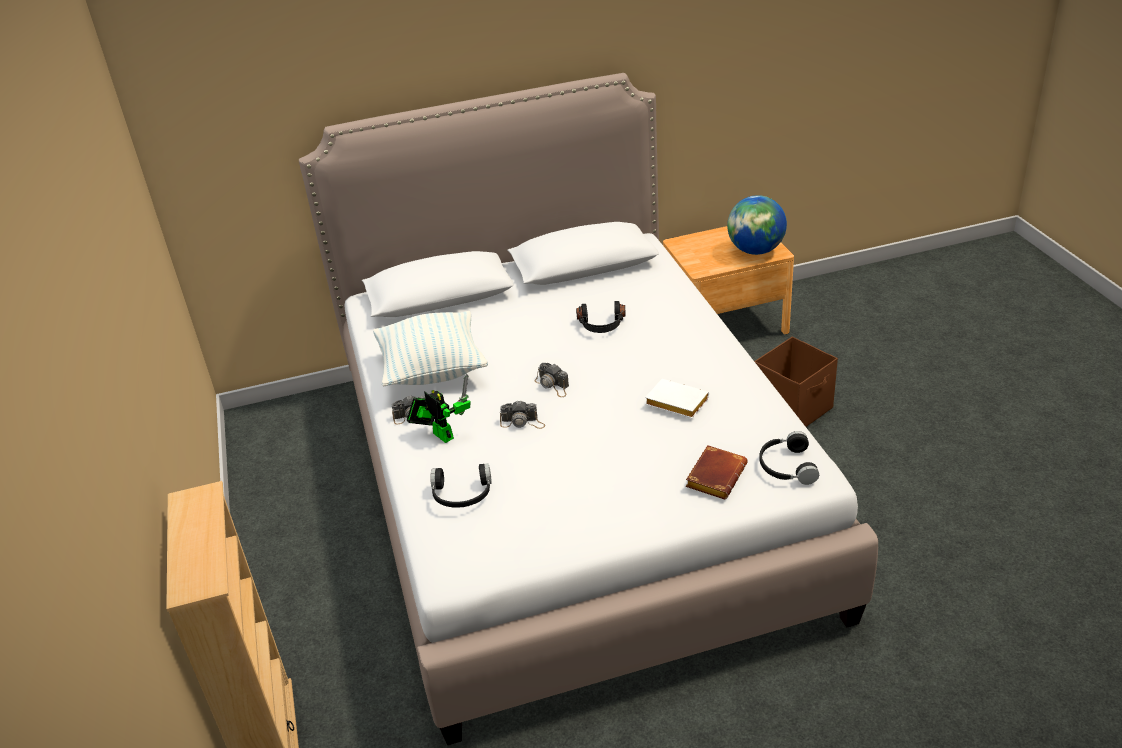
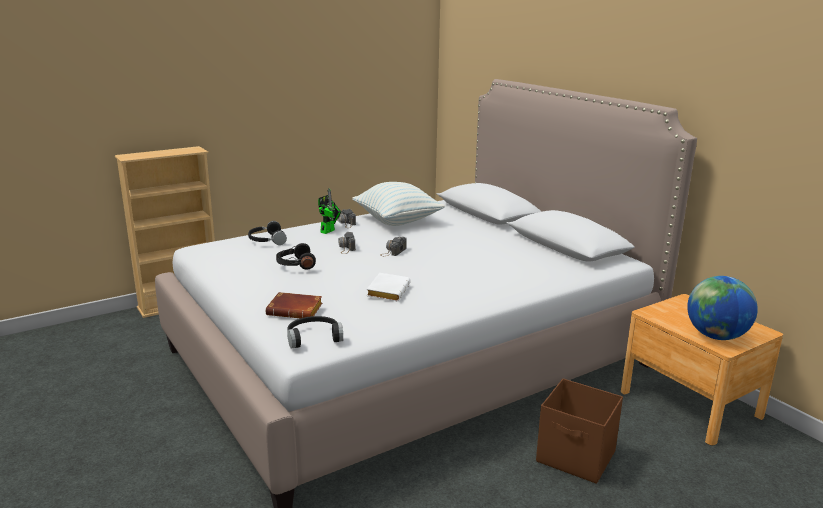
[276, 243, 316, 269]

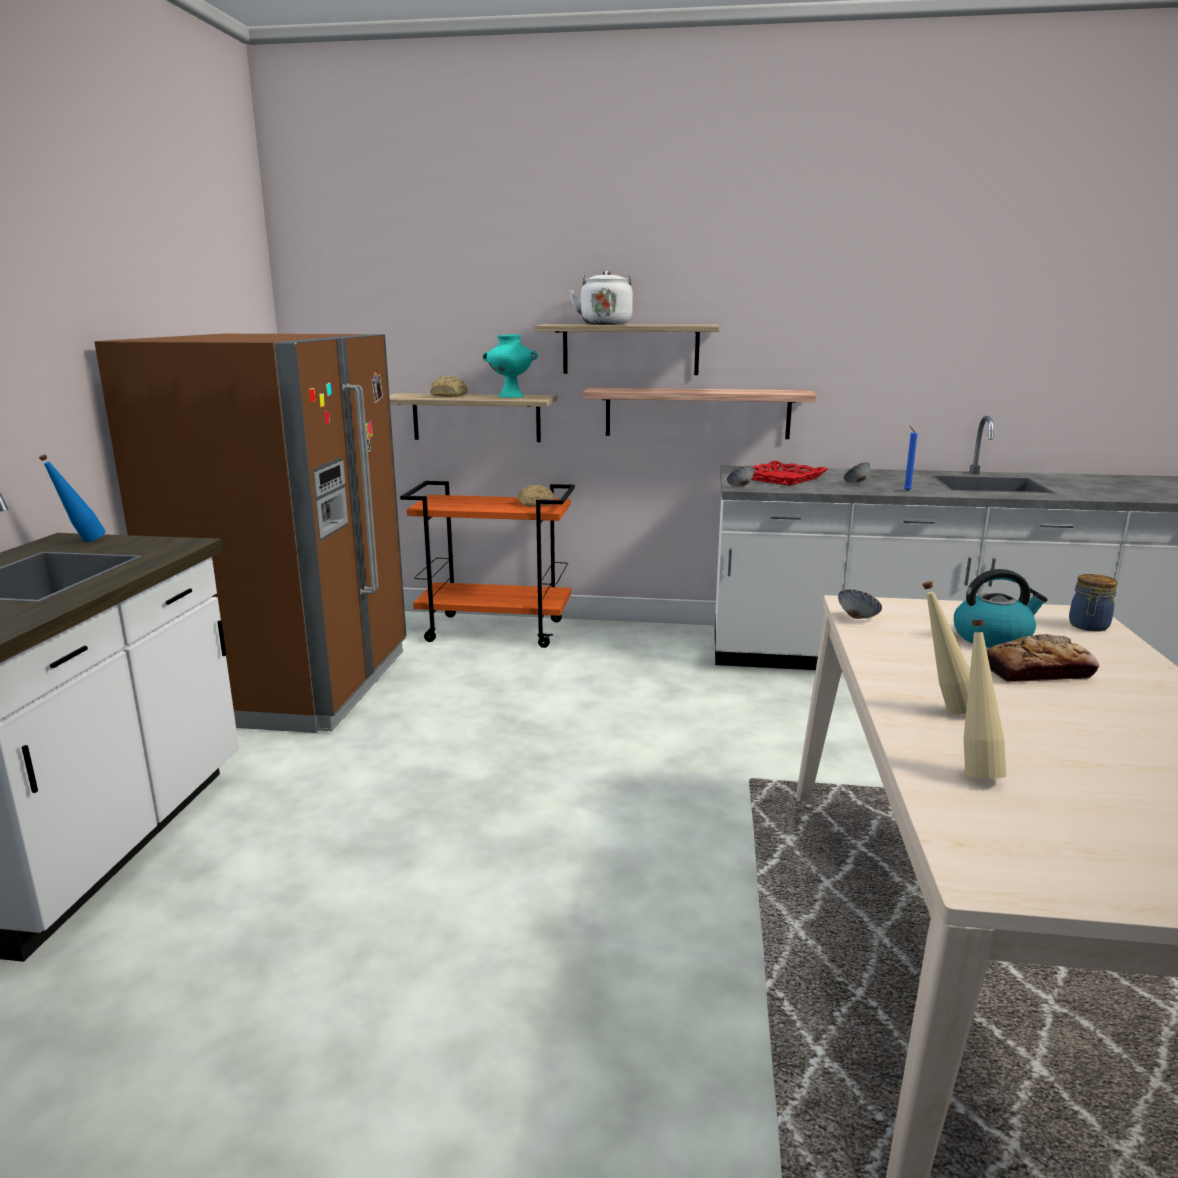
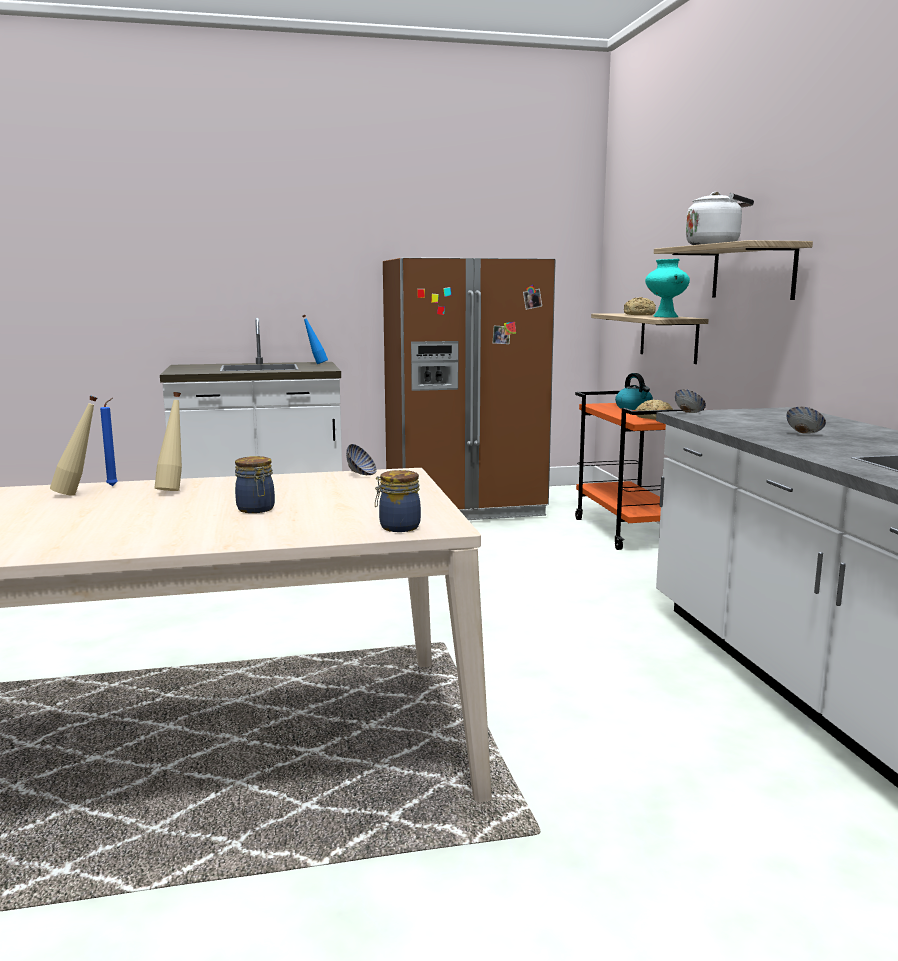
[583, 388, 817, 439] (first image)
[100, 398, 118, 486]
[751, 461, 828, 486] (first image)
[615, 373, 653, 410]
[235, 456, 275, 513]

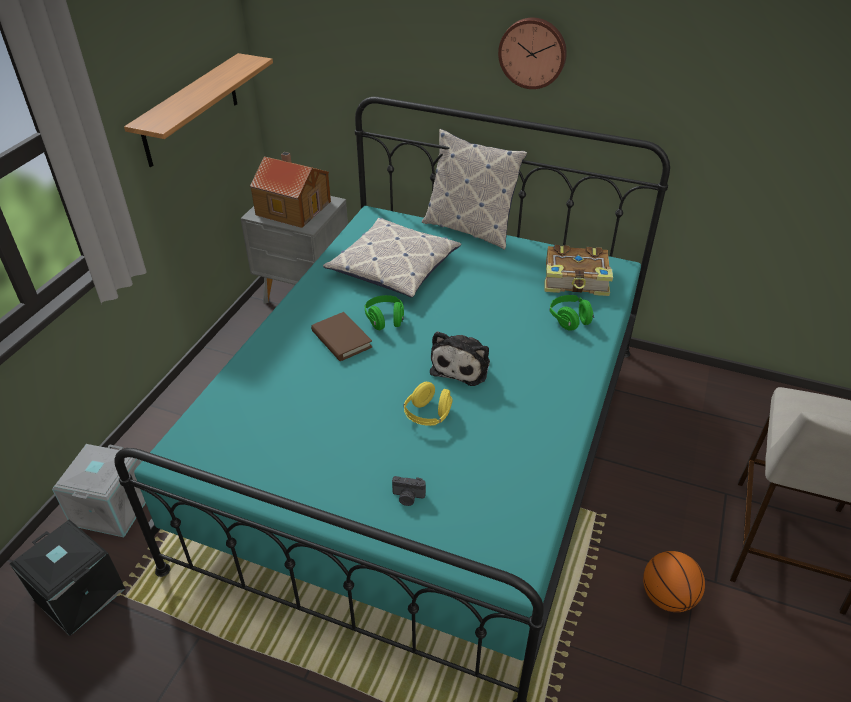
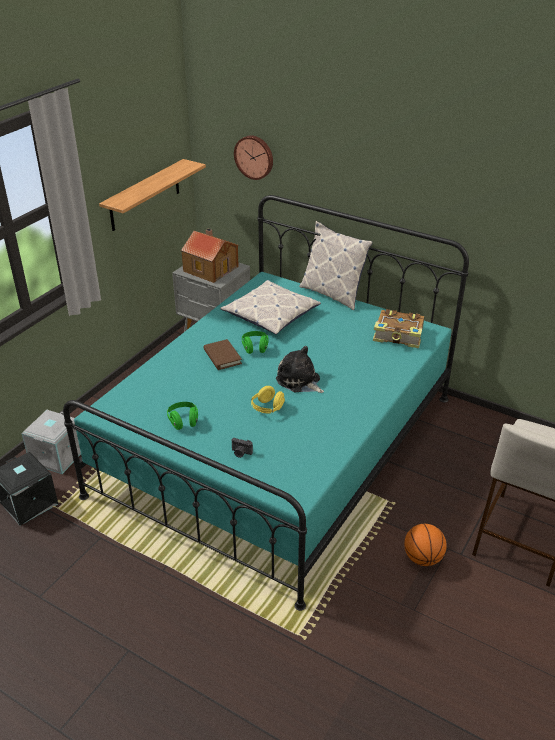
[234, 135, 273, 180]
[167, 402, 198, 430]
[276, 346, 324, 393]

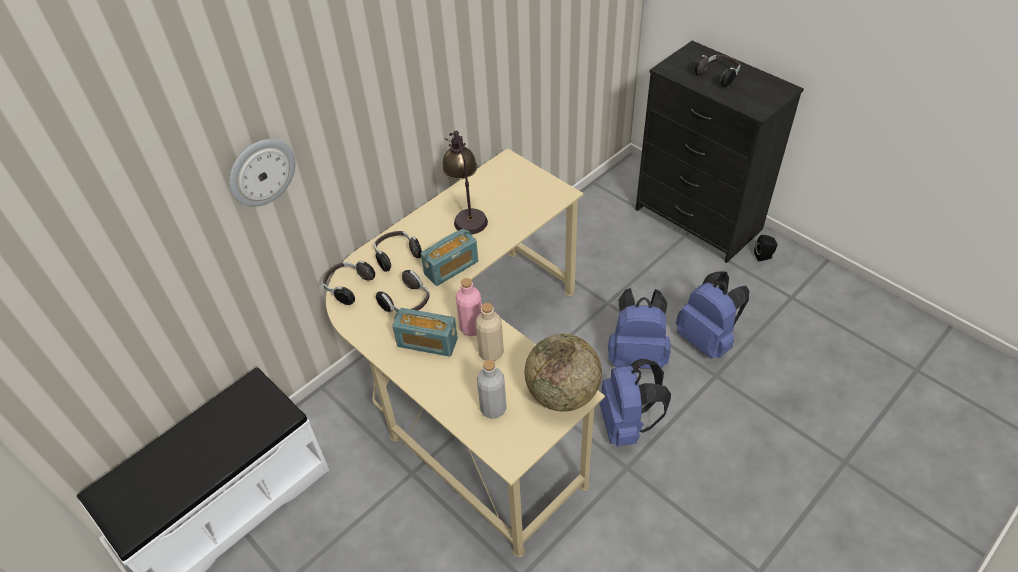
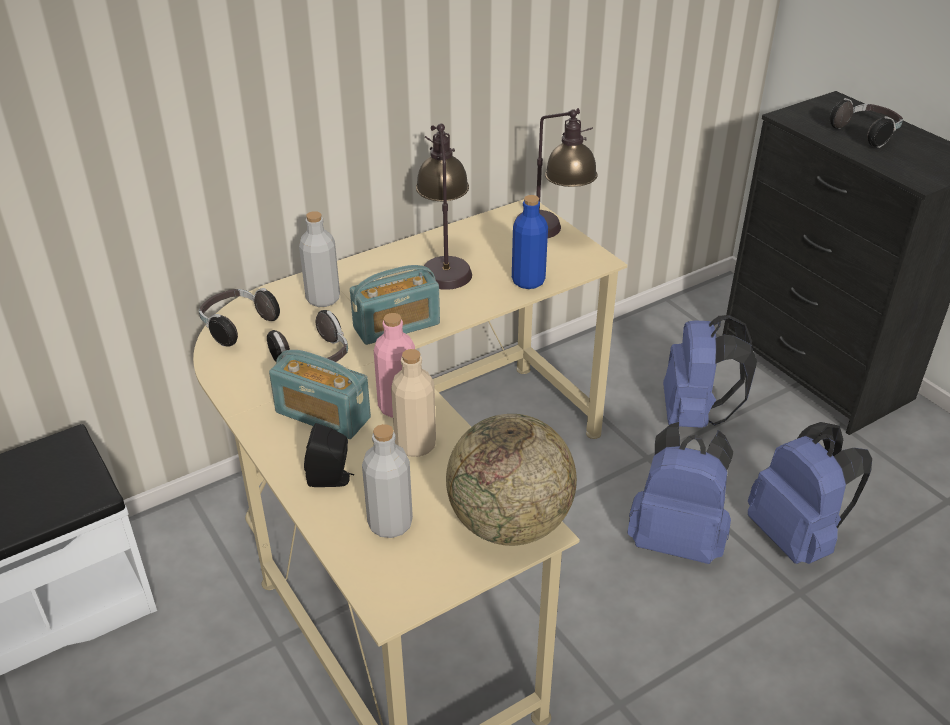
[229, 139, 296, 207] (first image)
[299, 211, 340, 307]
[304, 423, 354, 487]
[663, 315, 757, 428]
[513, 108, 598, 238]
[512, 195, 548, 289]

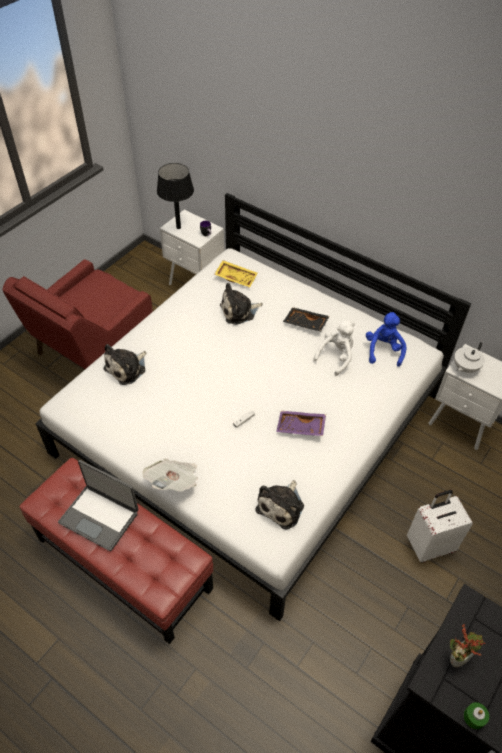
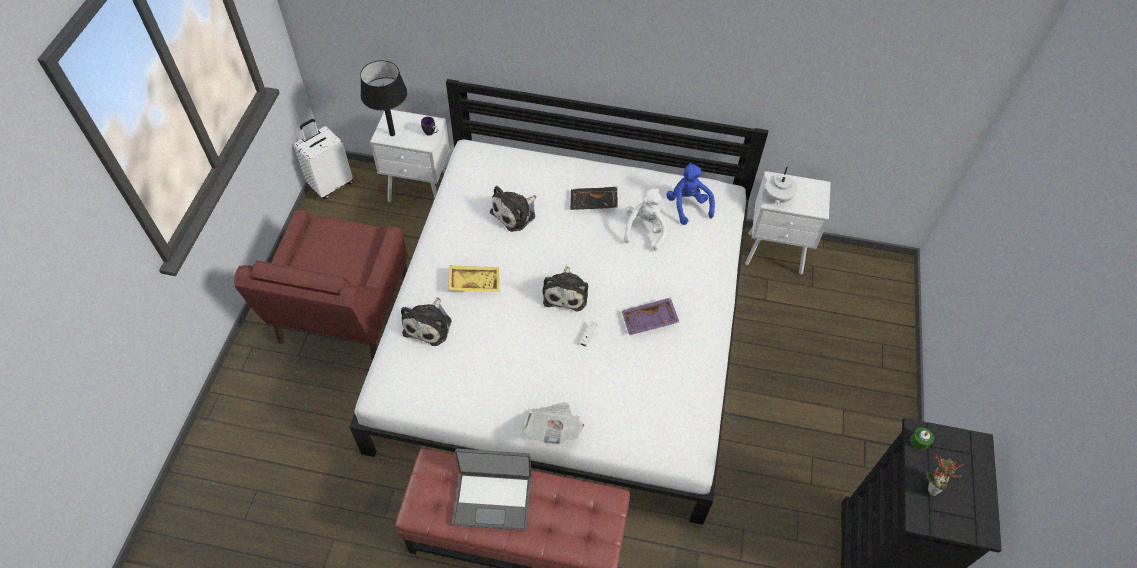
[448, 266, 499, 292]
[543, 266, 588, 311]
[294, 119, 354, 199]
[910, 428, 934, 450]

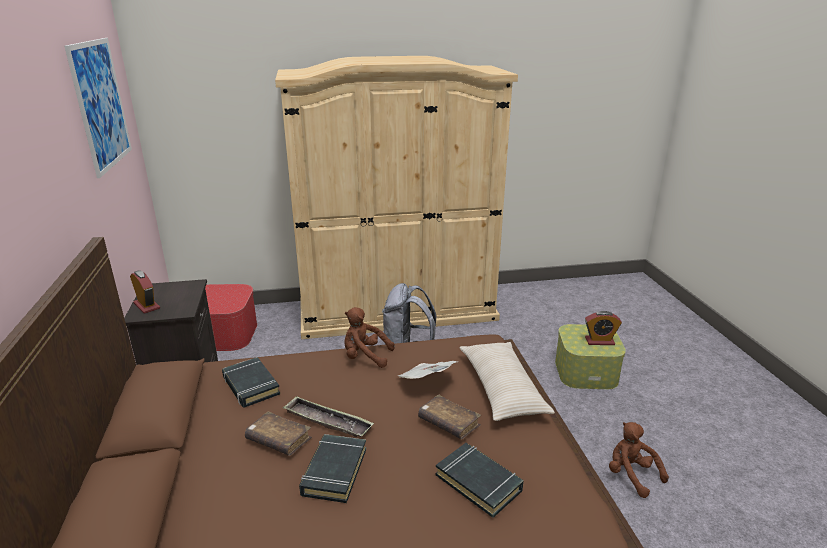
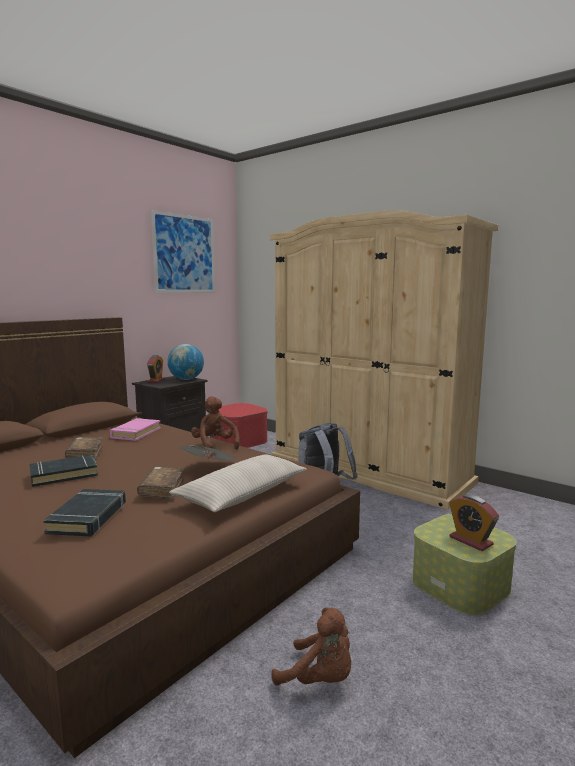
[110, 418, 161, 441]
[283, 396, 374, 437] (first image)
[271, 608, 351, 685]
[167, 344, 204, 380]

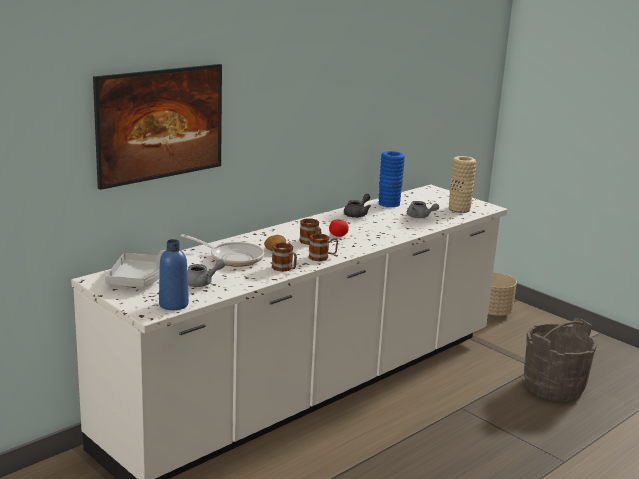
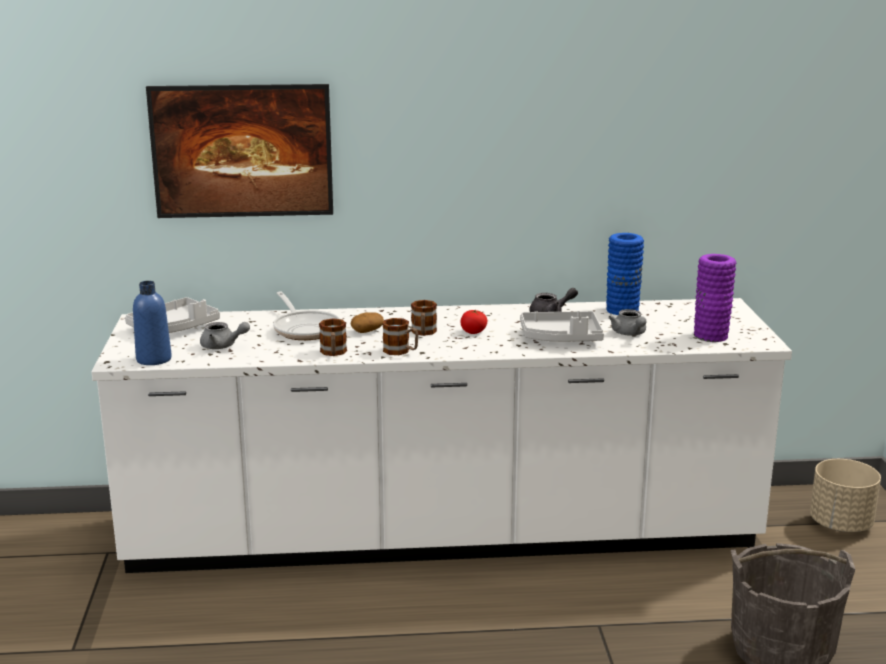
[694, 254, 736, 342]
[520, 311, 604, 342]

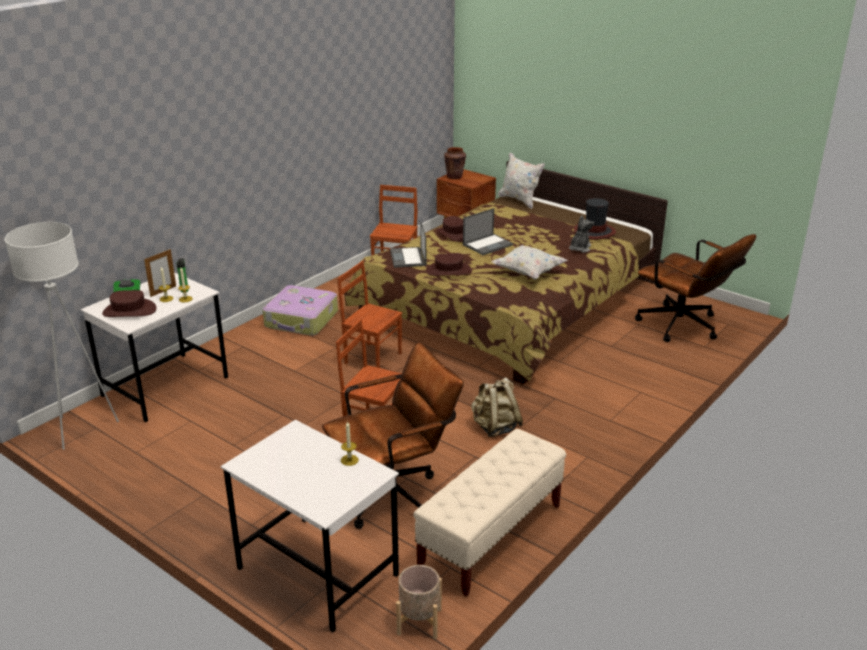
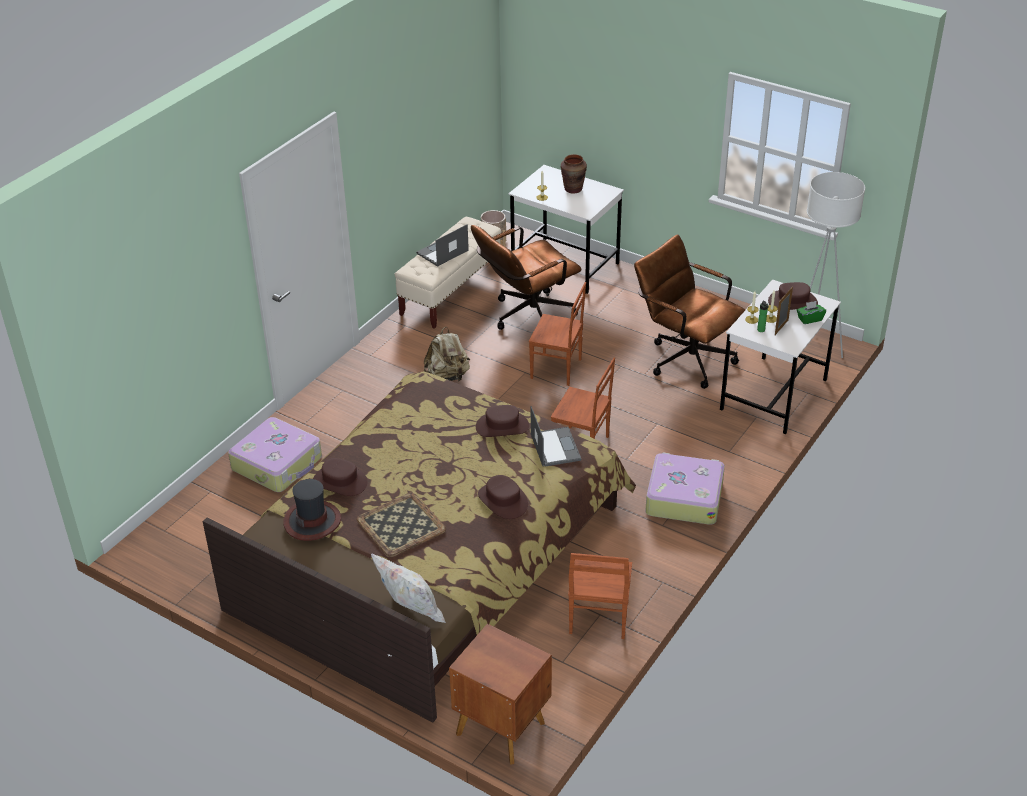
[561, 154, 587, 194]
[416, 224, 469, 267]
[313, 458, 368, 496]
[634, 235, 746, 389]
[491, 245, 567, 280] (first image)
[228, 417, 322, 492]
[357, 493, 446, 557]

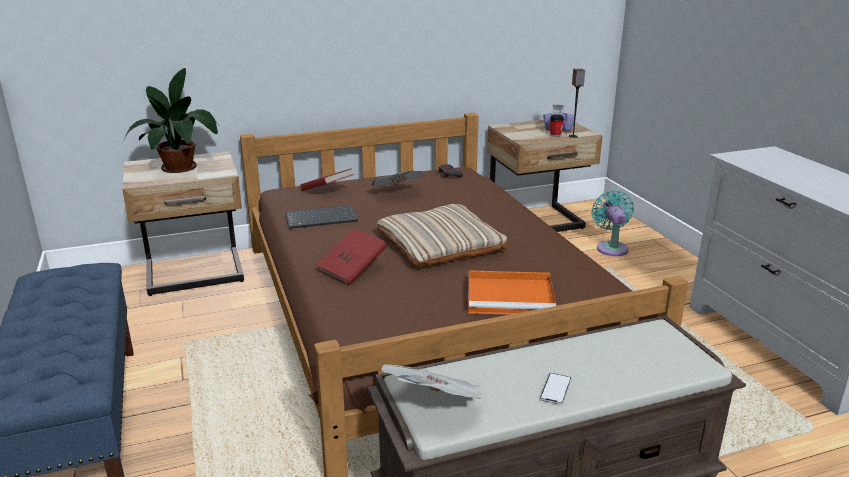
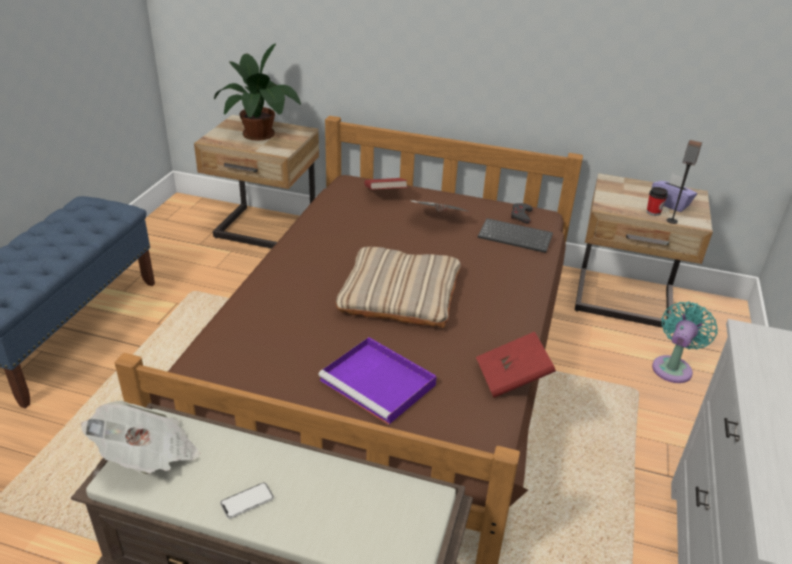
[478, 218, 553, 253]
[476, 332, 556, 398]
[318, 337, 437, 425]

